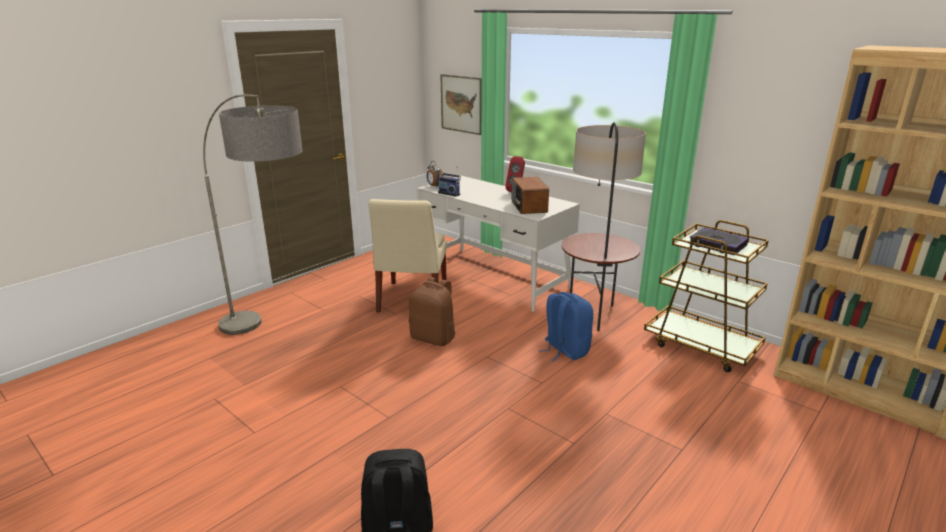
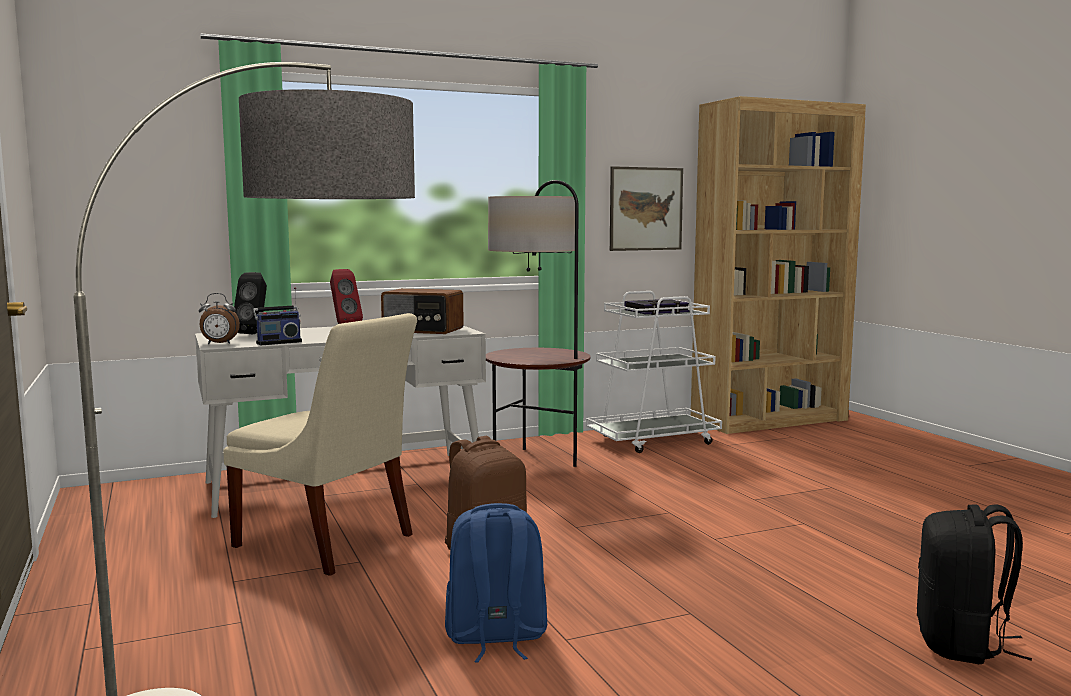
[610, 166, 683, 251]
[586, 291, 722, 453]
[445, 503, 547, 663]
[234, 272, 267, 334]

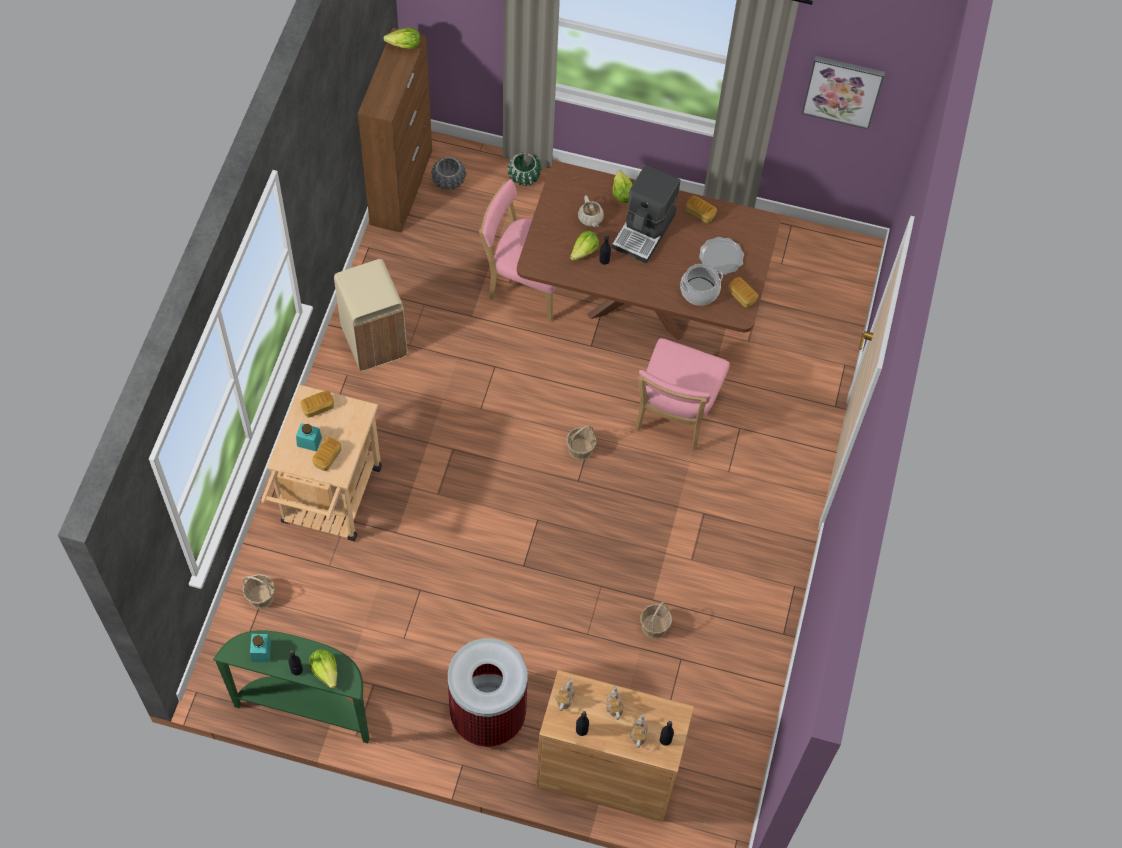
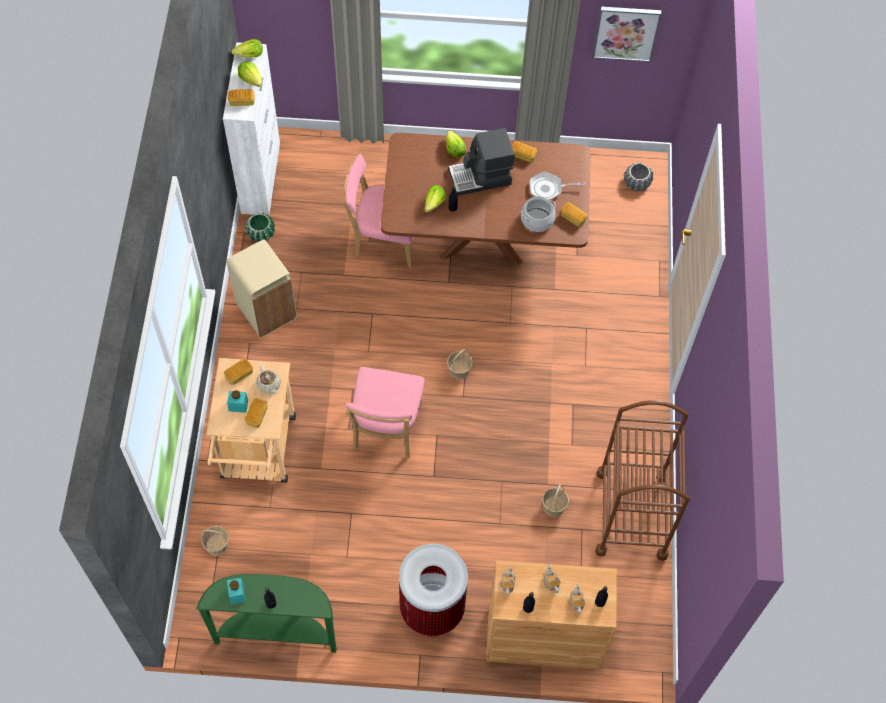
[223, 42, 280, 215]
[245, 213, 275, 242]
[624, 162, 653, 191]
[448, 128, 515, 196]
[256, 365, 281, 394]
[530, 171, 585, 200]
[345, 367, 425, 458]
[238, 61, 262, 87]
[228, 89, 255, 106]
[595, 400, 690, 561]

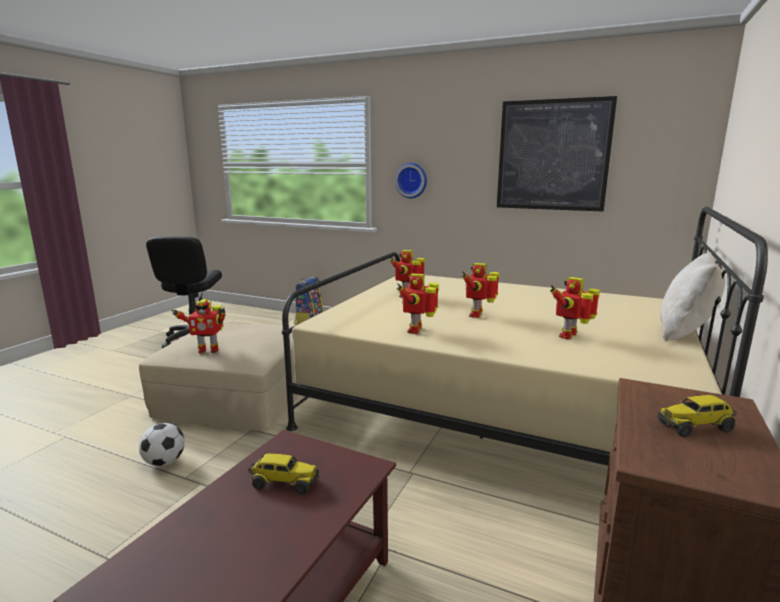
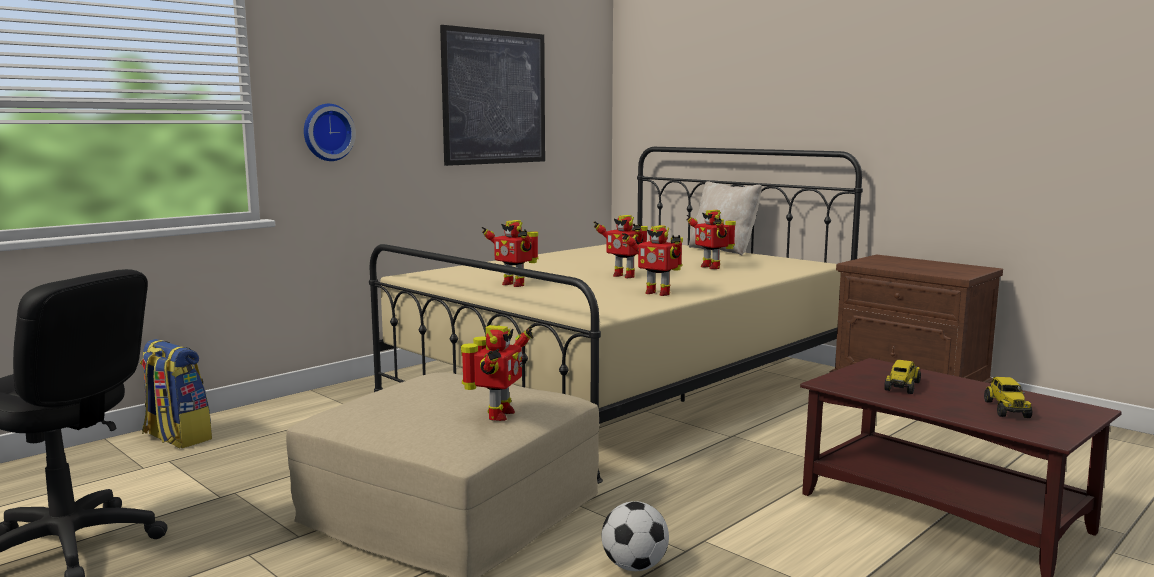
[984, 377, 1032, 418]

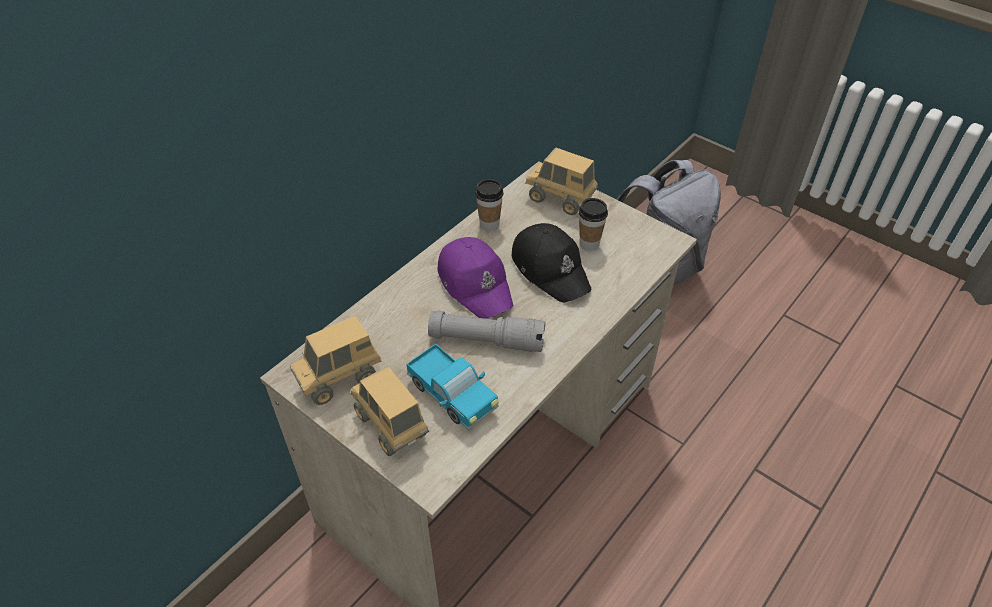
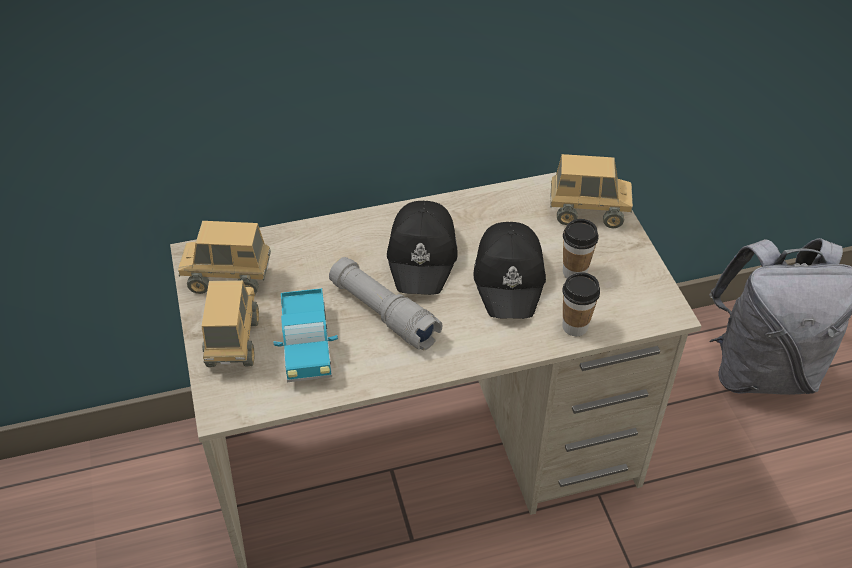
[550, 154, 633, 228]
[562, 272, 600, 336]
[387, 201, 458, 295]

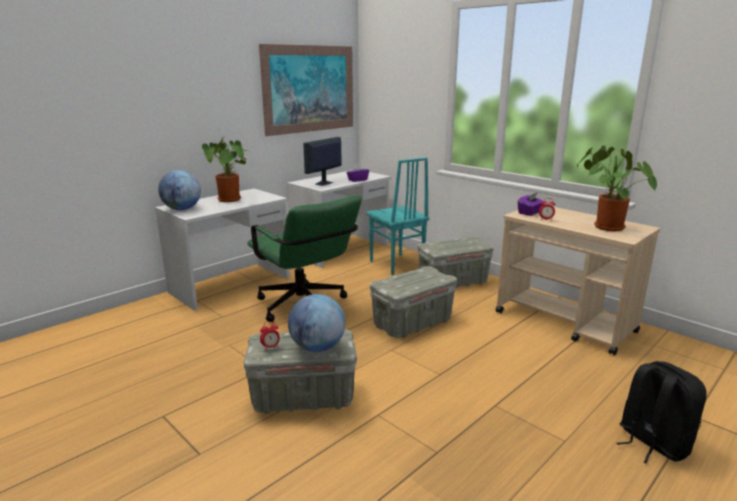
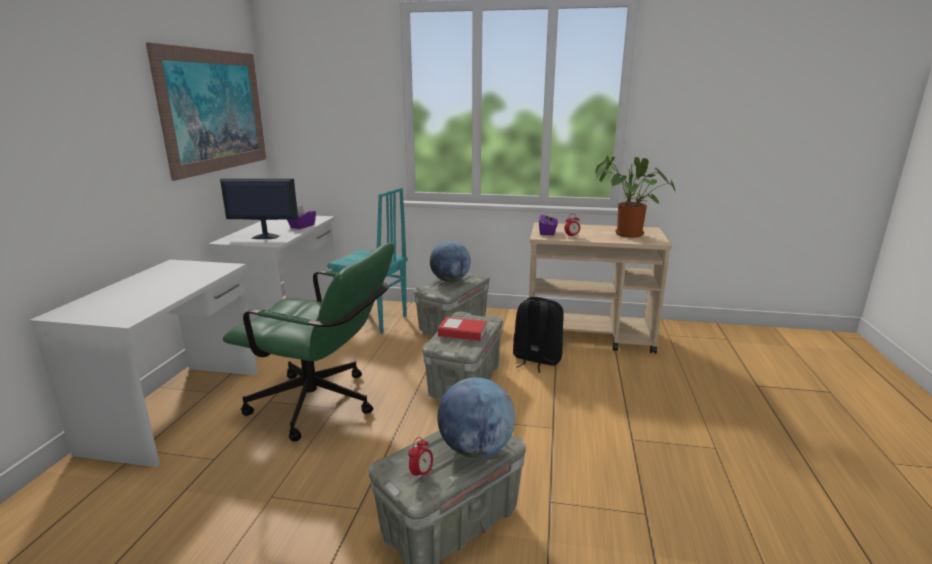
[202, 136, 248, 202] (first image)
[220, 178, 298, 239]
[430, 241, 471, 282]
[513, 297, 564, 372]
[438, 317, 487, 341]

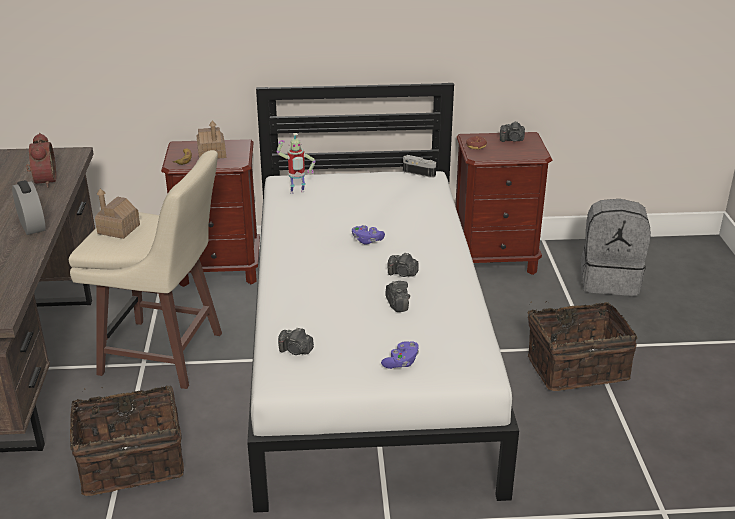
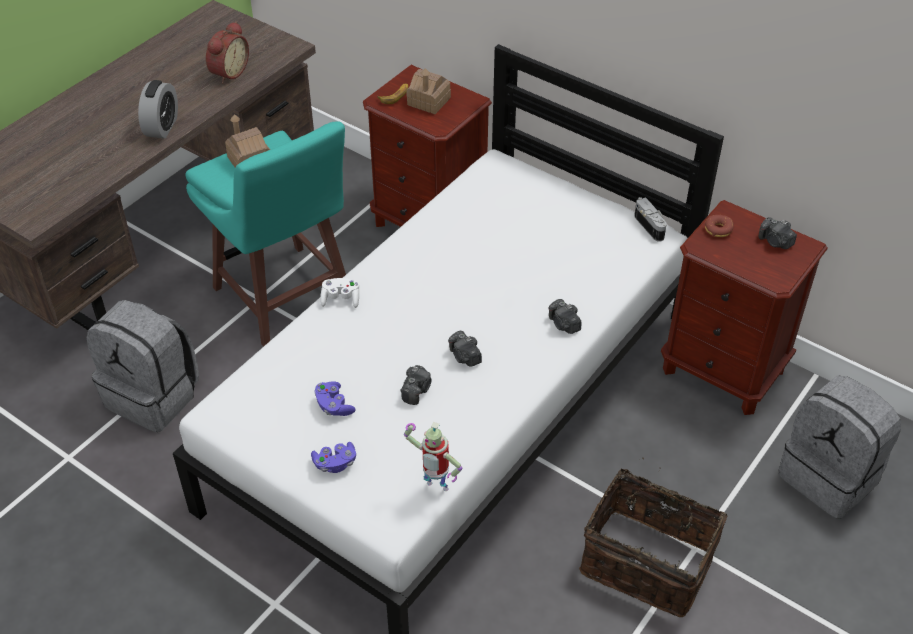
[404, 422, 462, 491]
[185, 121, 346, 347]
[314, 381, 356, 416]
[548, 299, 581, 334]
[87, 300, 199, 432]
[320, 278, 359, 308]

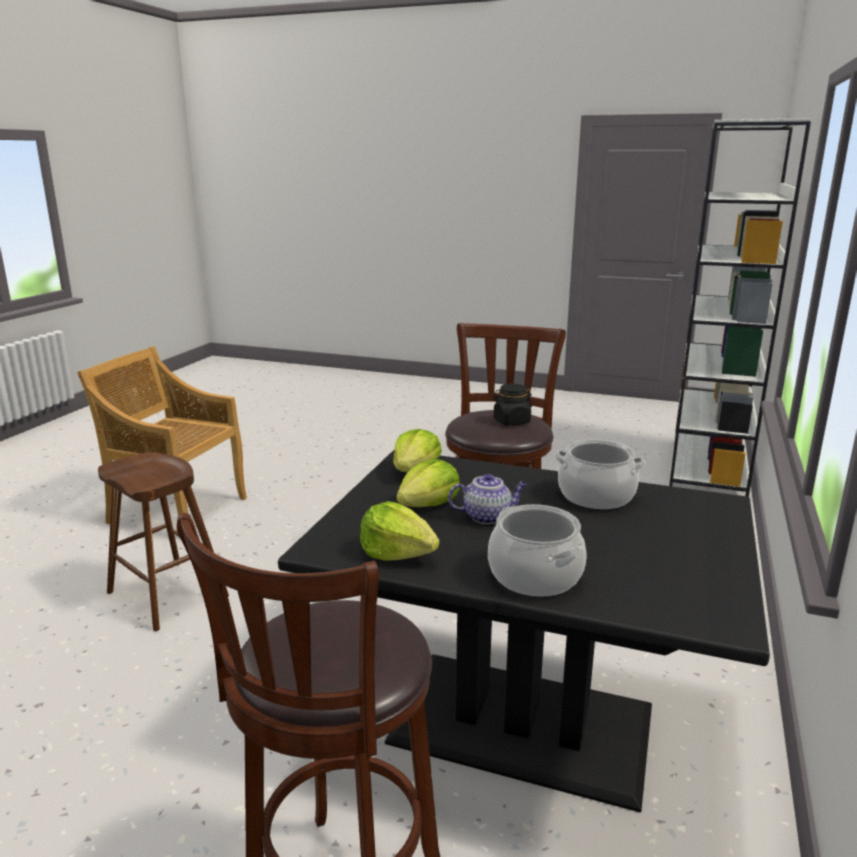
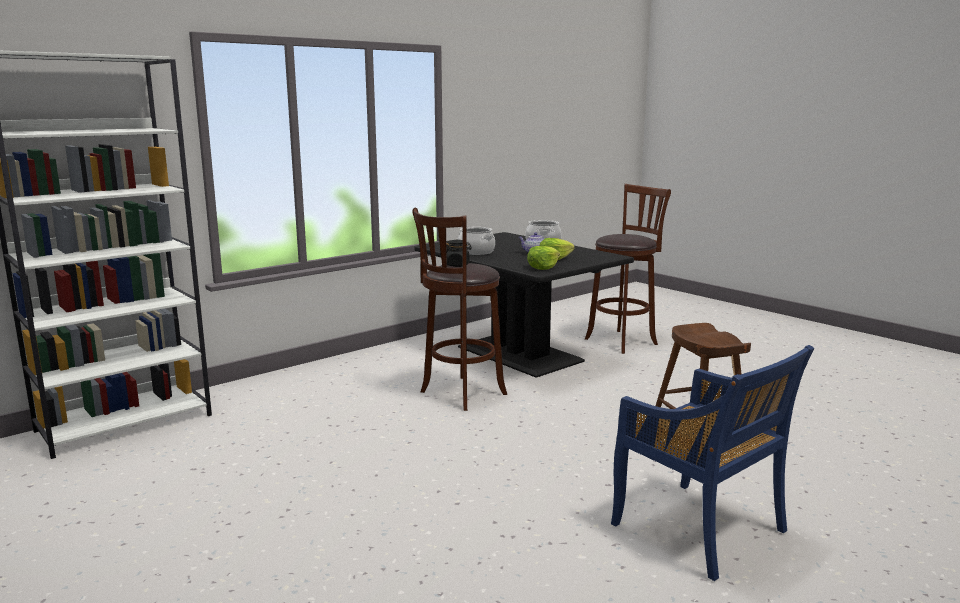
[611, 345, 814, 581]
[360, 501, 439, 561] (first image)

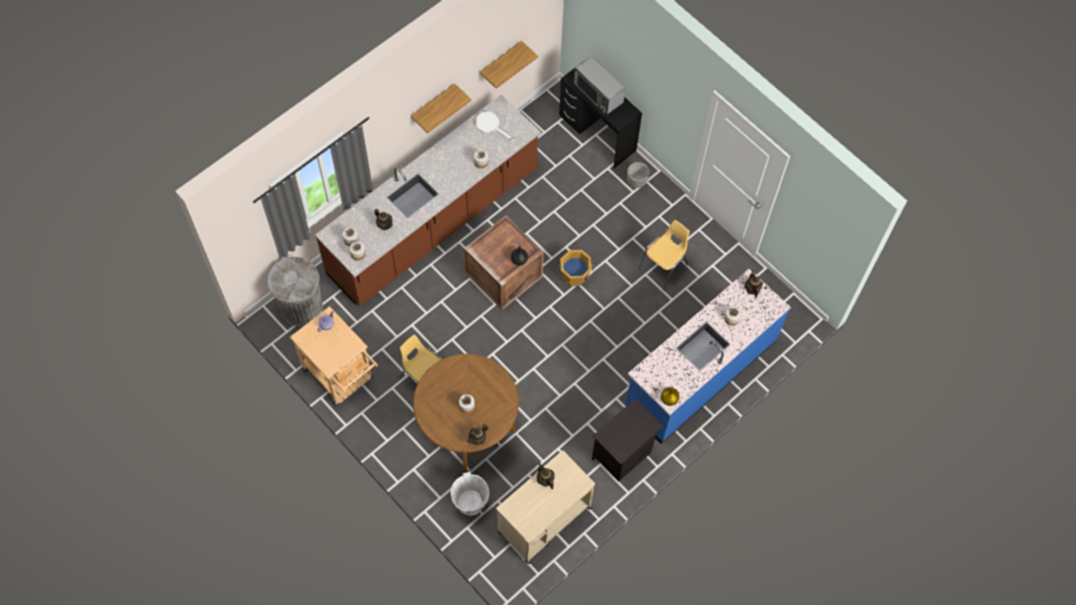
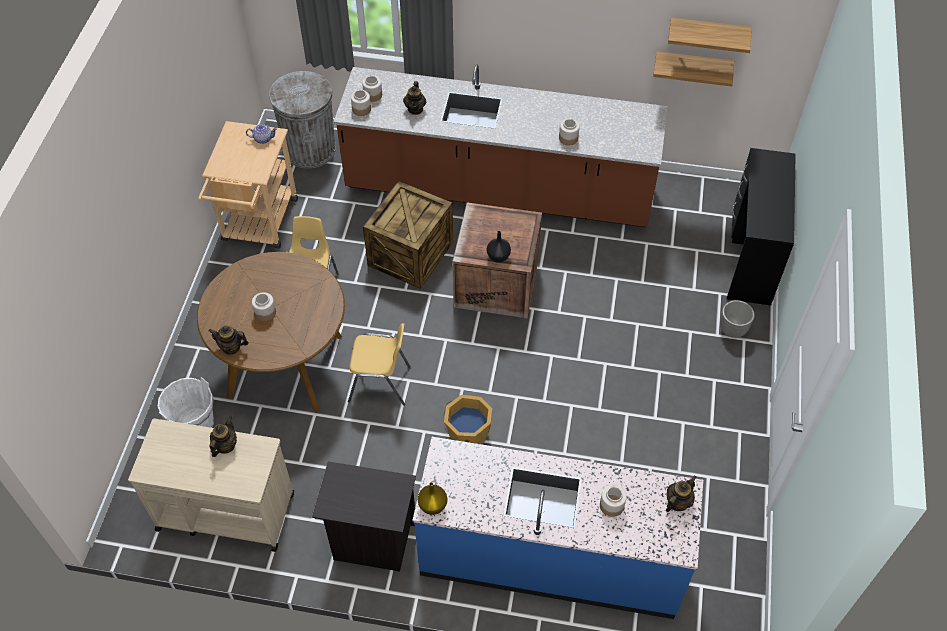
[573, 56, 625, 115] (first image)
[668, 18, 752, 53]
[475, 111, 514, 141] (first image)
[348, 323, 411, 406]
[443, 395, 492, 444]
[363, 181, 453, 289]

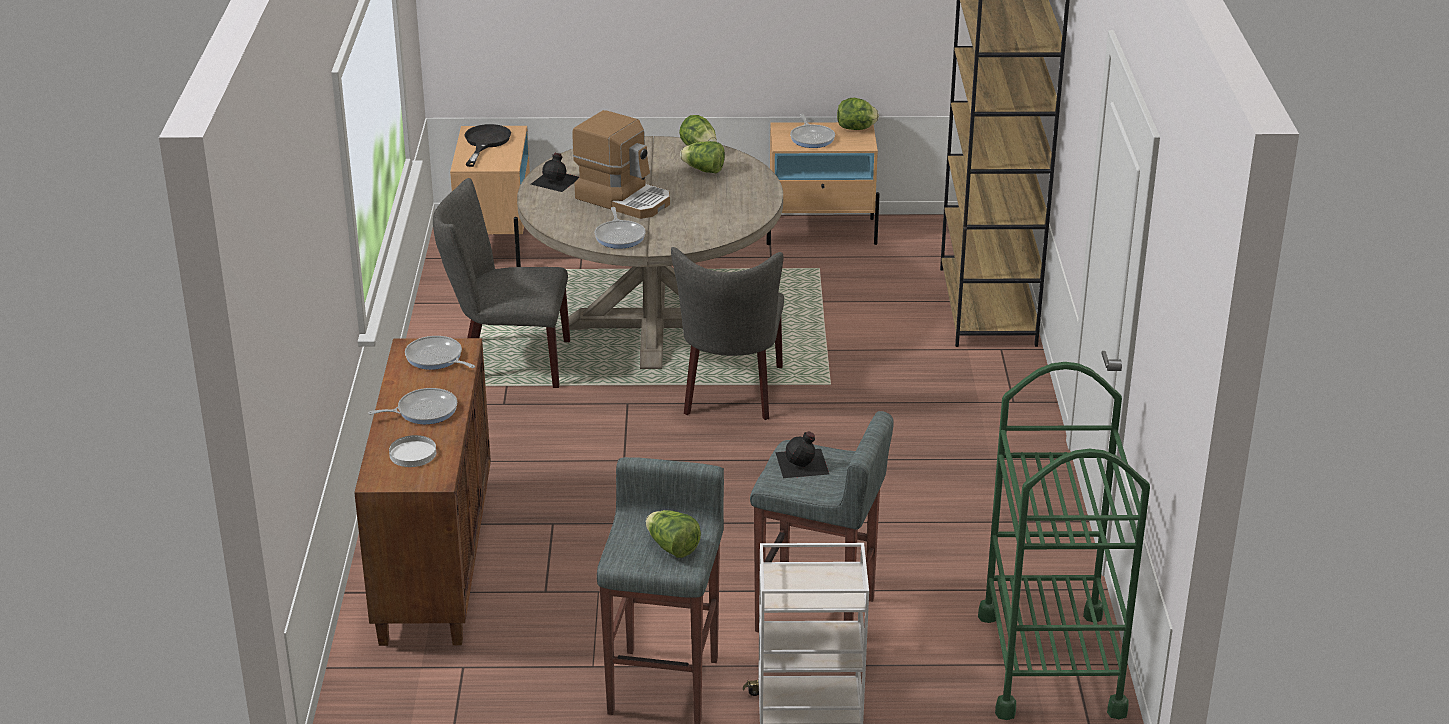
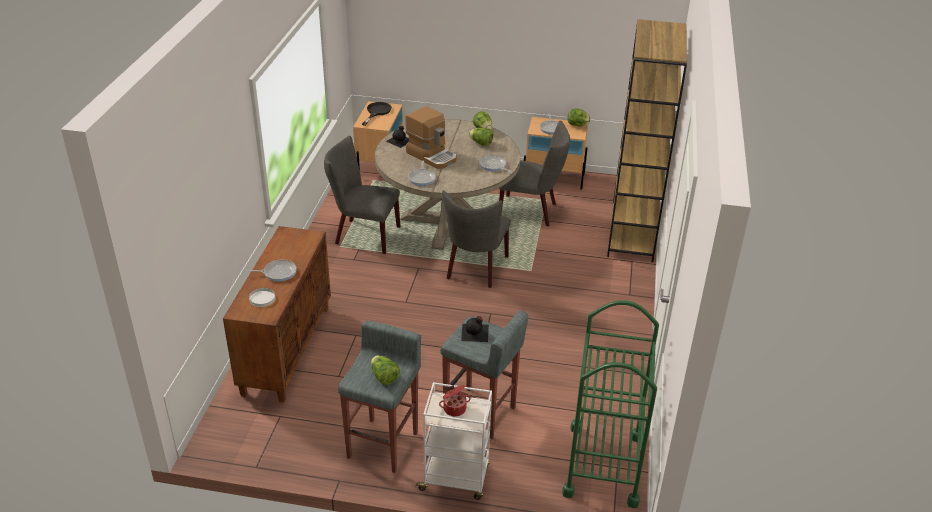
[479, 155, 512, 173]
[499, 121, 570, 226]
[439, 385, 471, 416]

